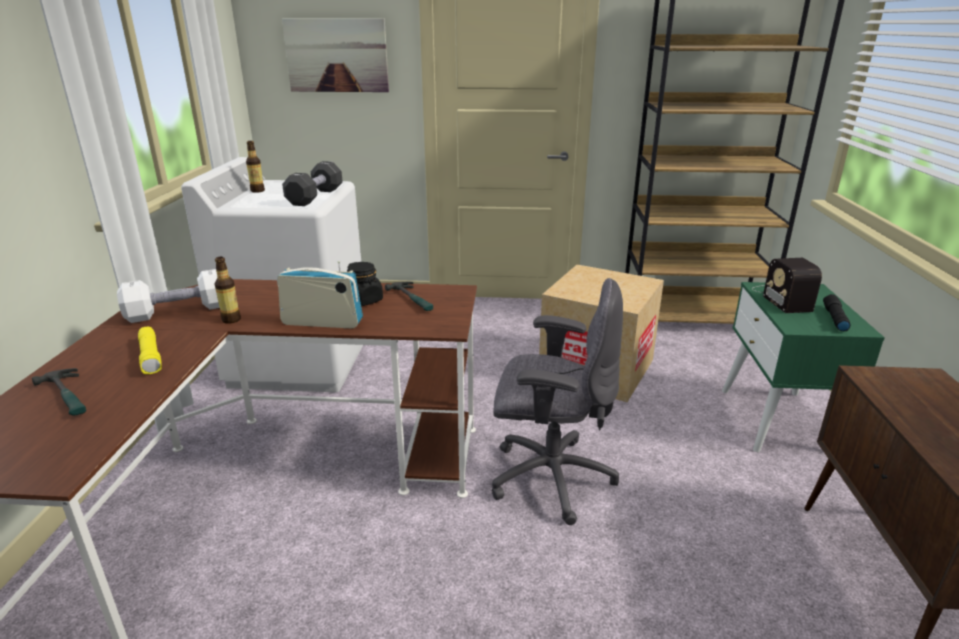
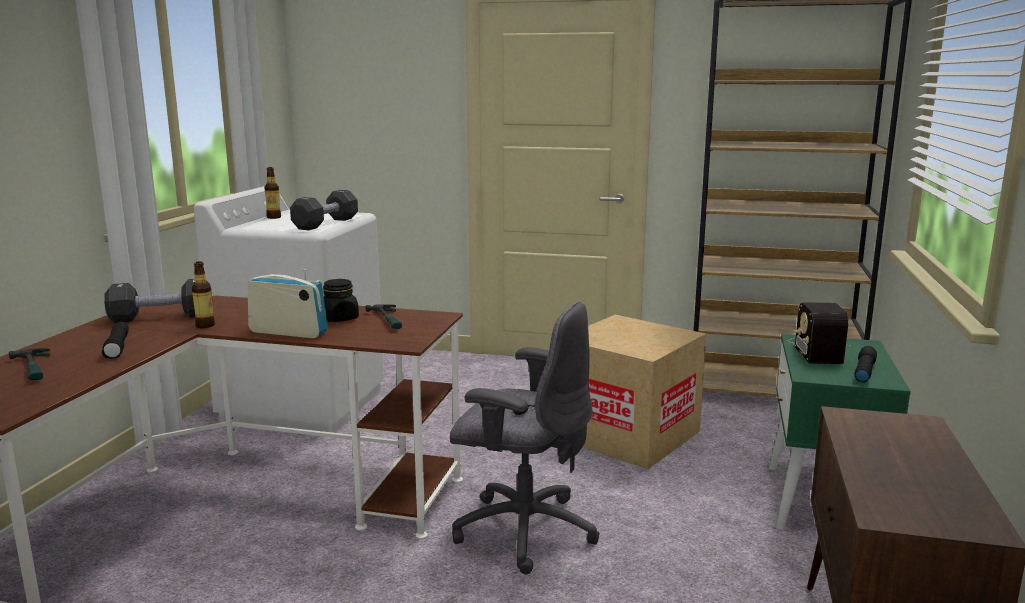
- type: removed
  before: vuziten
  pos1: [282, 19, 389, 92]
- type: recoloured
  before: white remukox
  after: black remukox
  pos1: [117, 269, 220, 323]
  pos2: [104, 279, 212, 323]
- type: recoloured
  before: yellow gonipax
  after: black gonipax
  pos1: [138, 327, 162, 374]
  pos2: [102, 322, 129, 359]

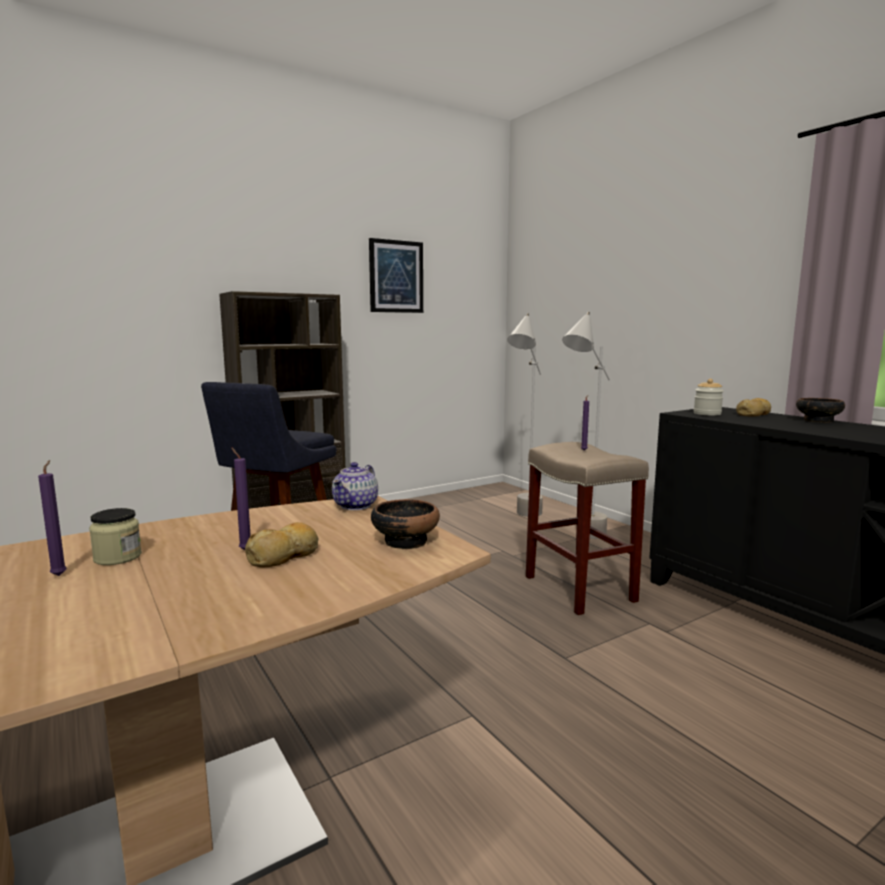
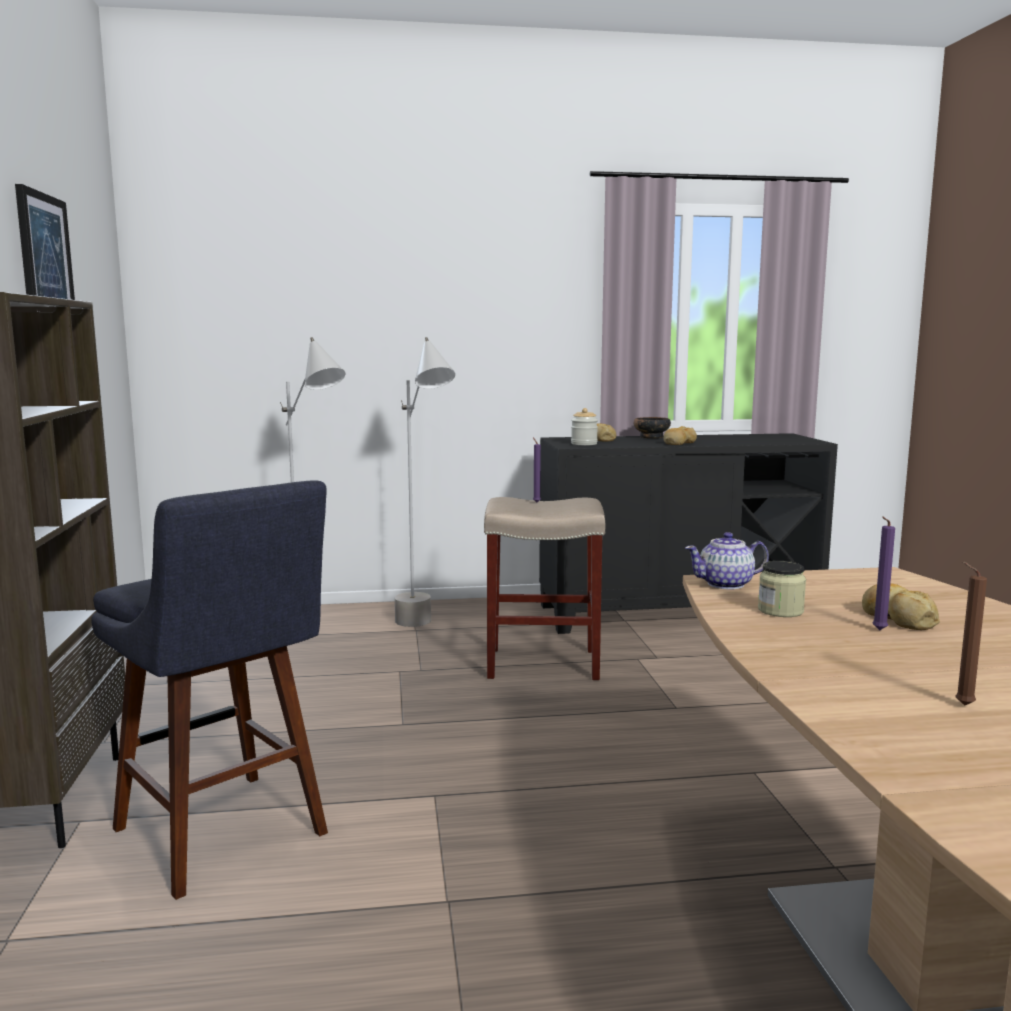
- type: recoloured
  before: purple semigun
  after: brown semigun
  pos1: [38, 460, 67, 576]
  pos2: [955, 562, 987, 706]
- type: turned
  before: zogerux
  pos1: [332, 462, 378, 510]
  pos2: [685, 532, 769, 589]
  turn: 120
- type: removed
  before: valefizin
  pos1: [371, 499, 440, 549]
- type: moved
  before: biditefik
  pos1: [89, 508, 142, 565]
  pos2: [758, 561, 806, 617]
- type: added
  after: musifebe
  pos2: [663, 426, 697, 445]

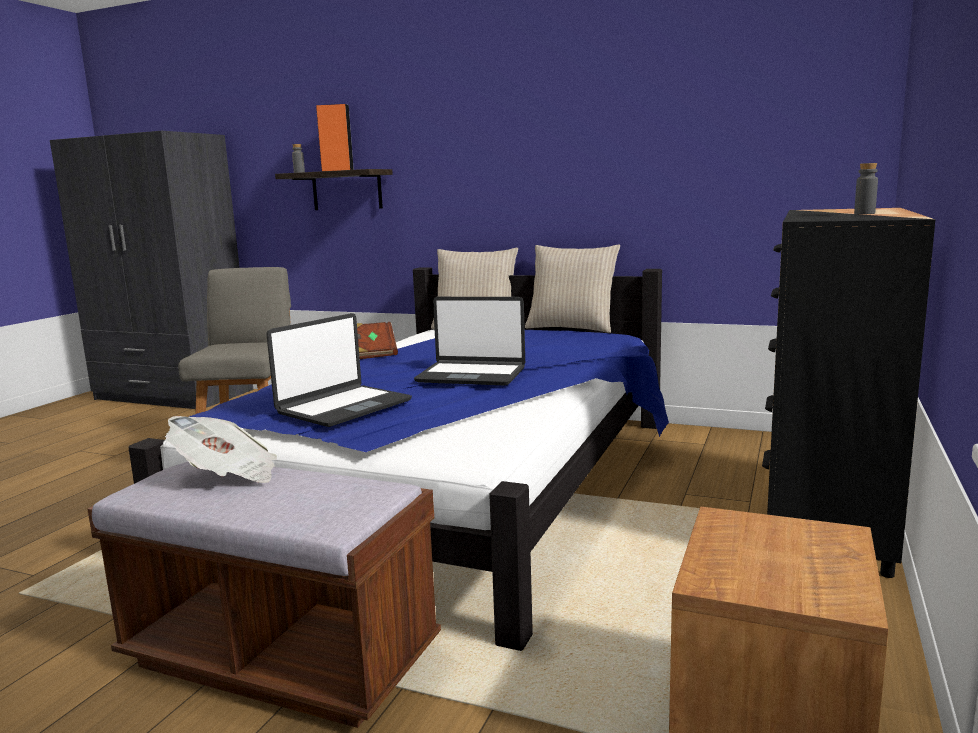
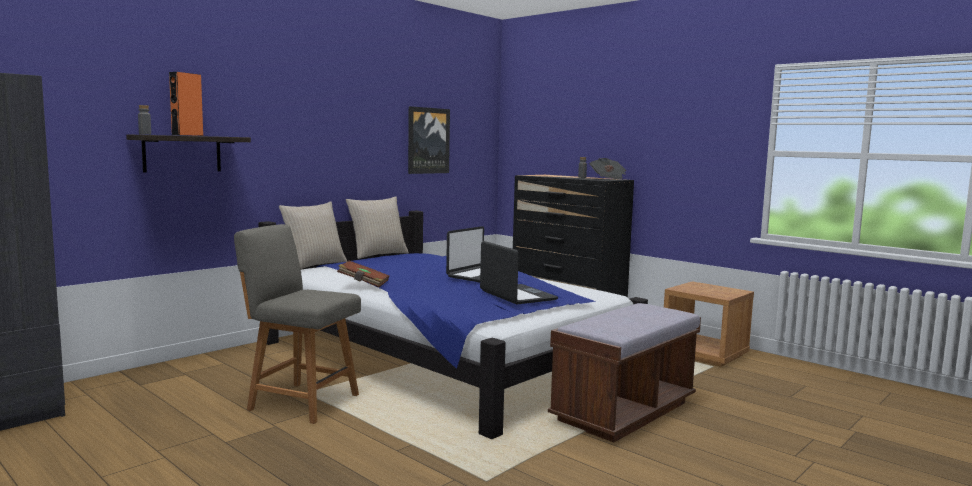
- type: moved
  before: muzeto
  pos1: [165, 416, 277, 483]
  pos2: [589, 158, 626, 179]
- type: added
  after: vuziten
  pos2: [408, 106, 450, 174]

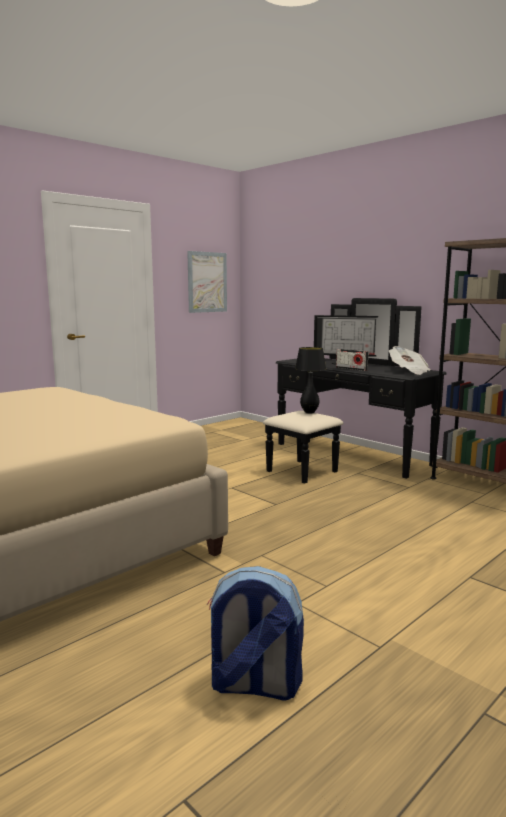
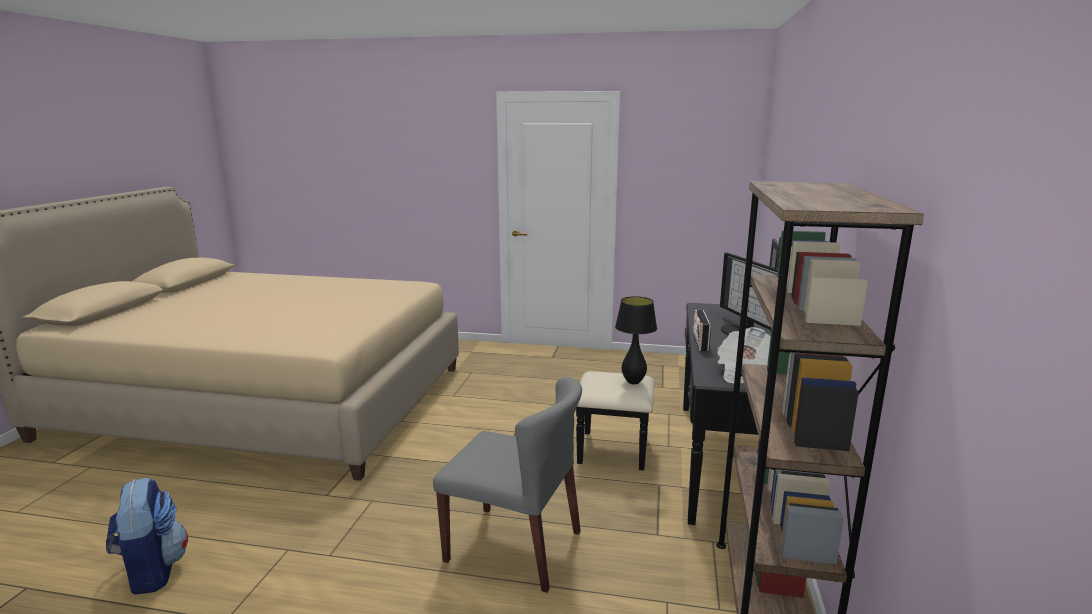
- type: removed
  before: vuziten
  pos1: [187, 251, 227, 313]
- type: added
  after: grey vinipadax
  pos2: [433, 377, 582, 593]

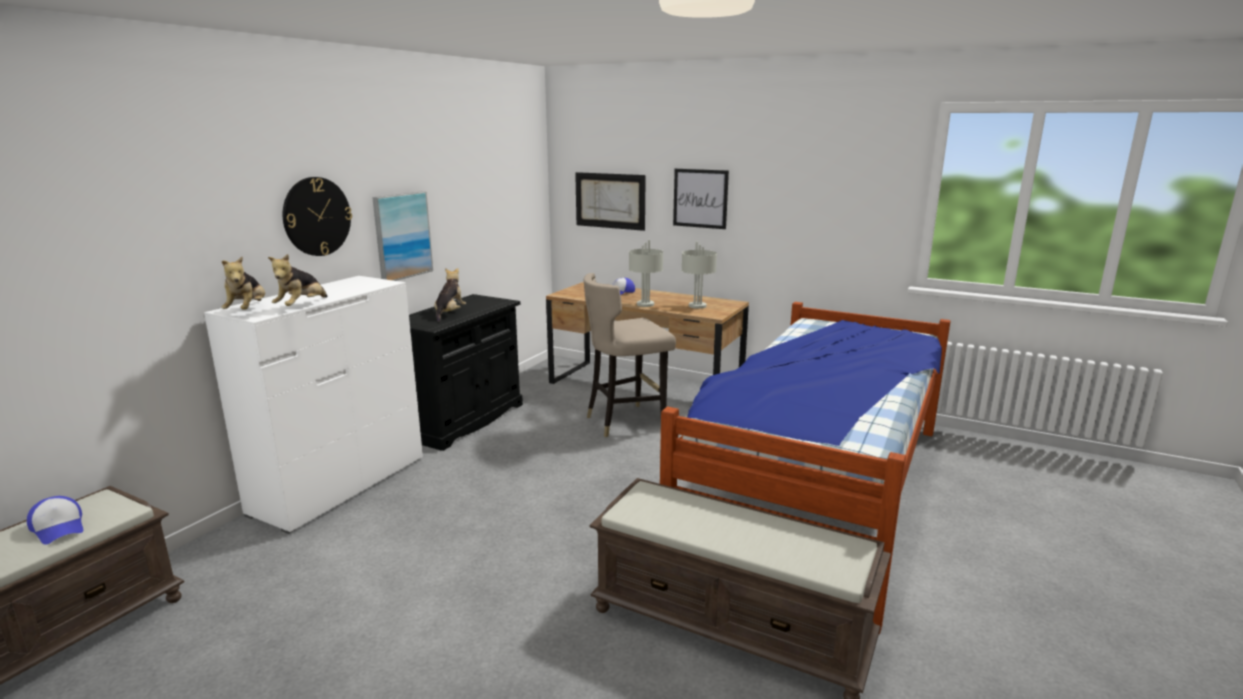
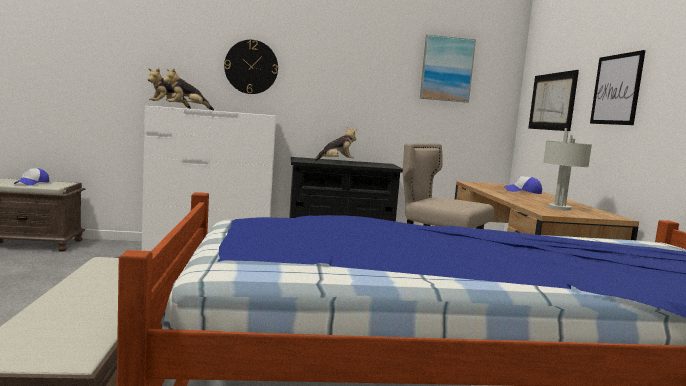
- type: moved
  before: vuziten
  pos1: [372, 191, 433, 281]
  pos2: [420, 34, 476, 103]
- type: removed
  before: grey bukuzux
  pos1: [629, 240, 663, 307]

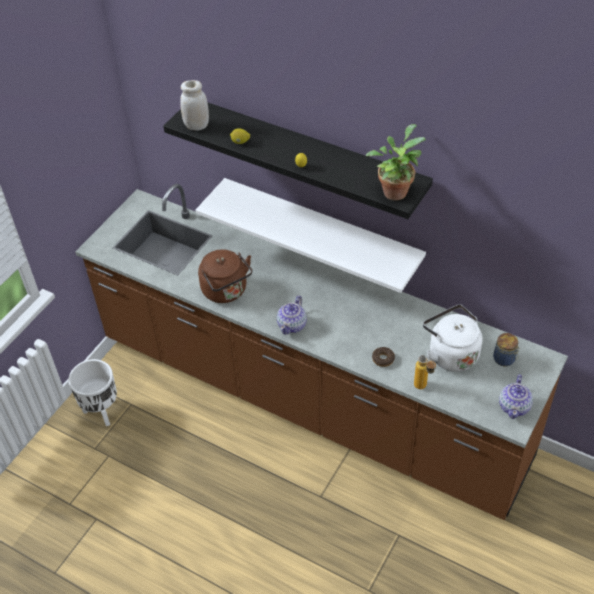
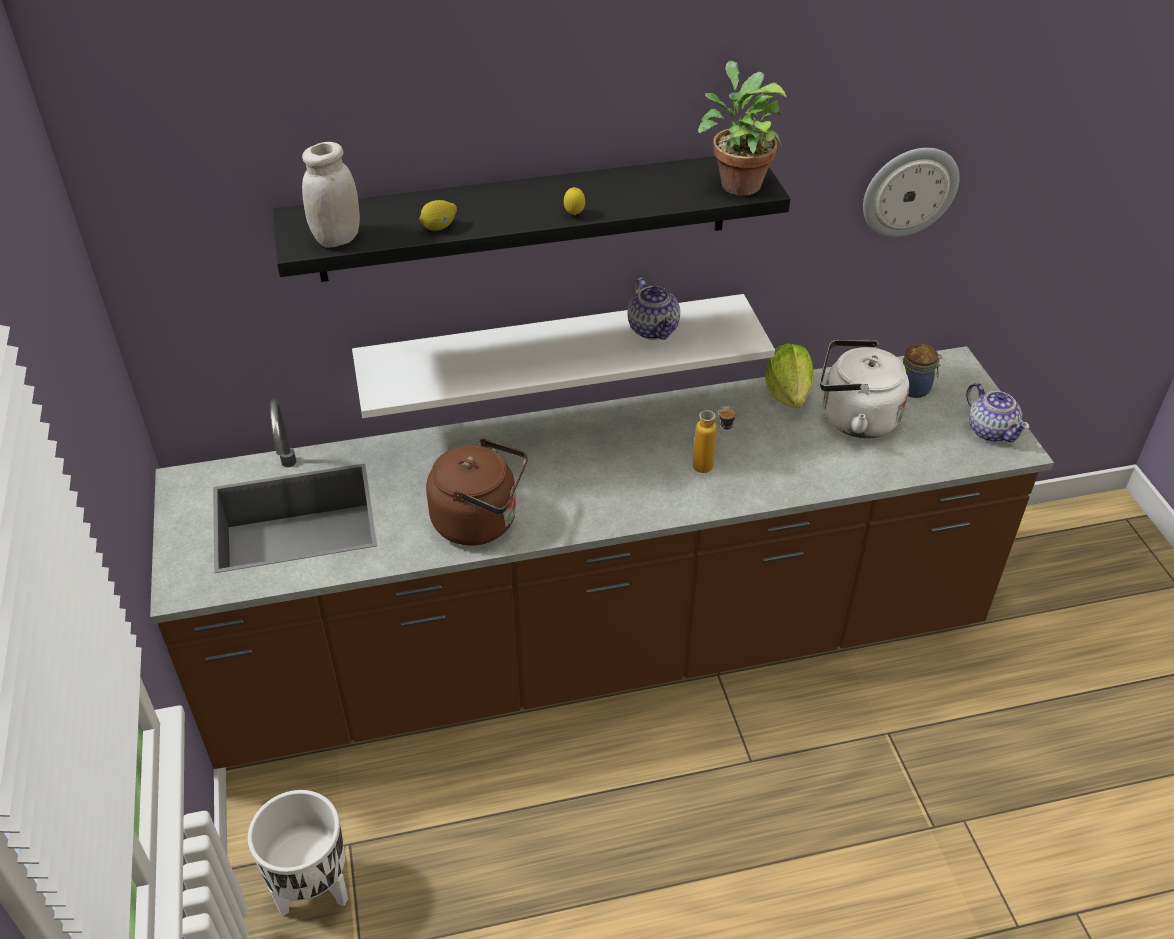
- type: moved
  before: zogerux
  pos1: [277, 296, 307, 334]
  pos2: [628, 278, 680, 340]
- type: removed
  before: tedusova
  pos1: [372, 347, 395, 367]
- type: moved
  before: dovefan
  pos1: [414, 355, 436, 389]
  pos2: [693, 406, 737, 473]
- type: added
  after: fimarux
  pos2: [863, 148, 960, 237]
- type: added
  after: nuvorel
  pos2: [765, 343, 813, 408]

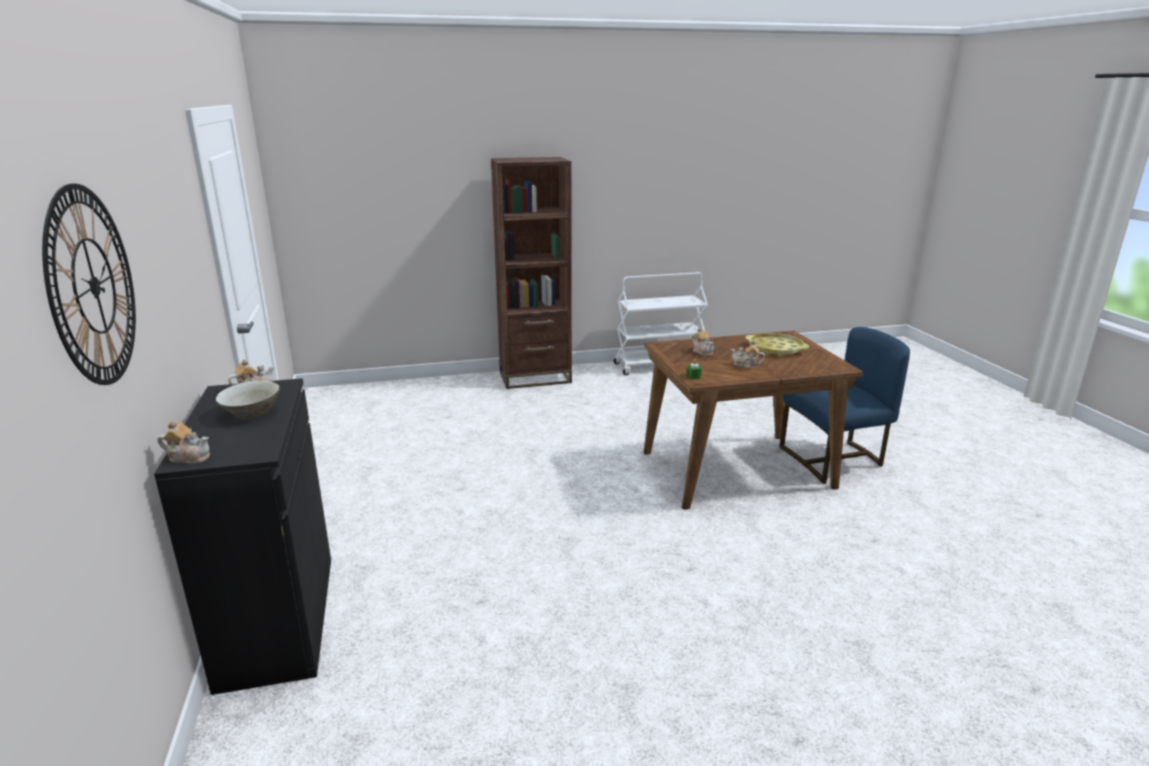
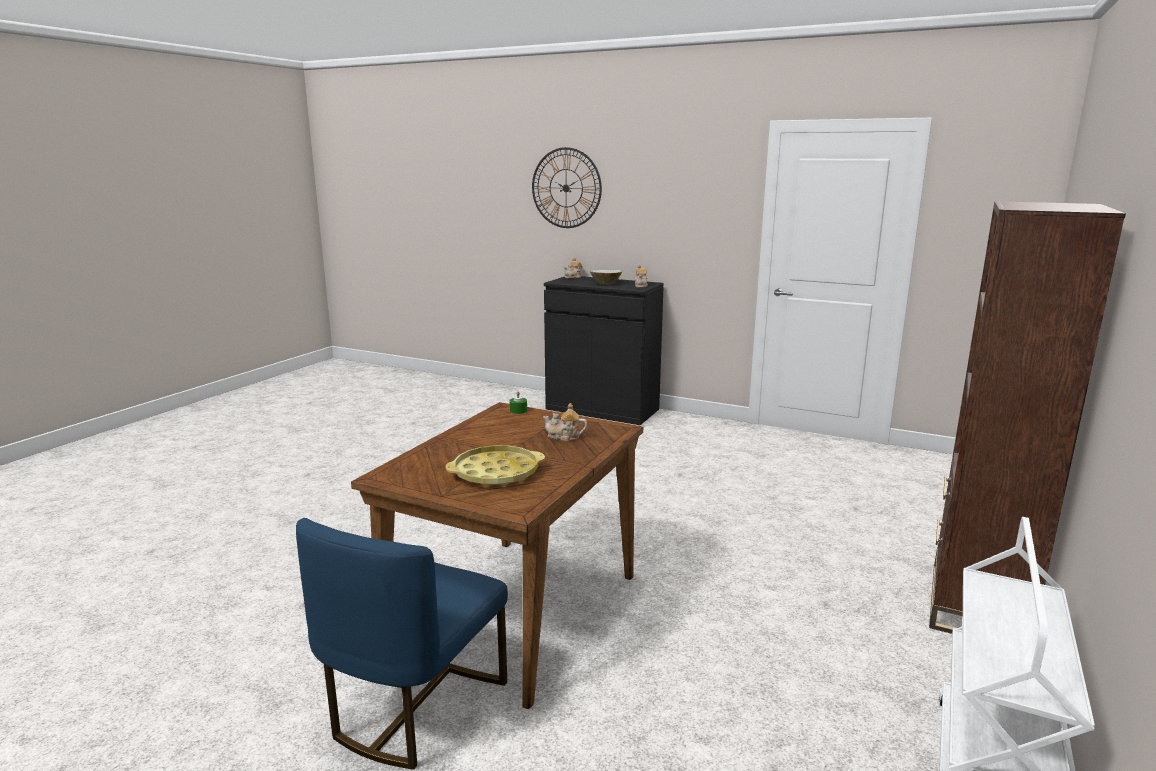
- type: removed
  before: zogerux
  pos1: [731, 340, 765, 369]

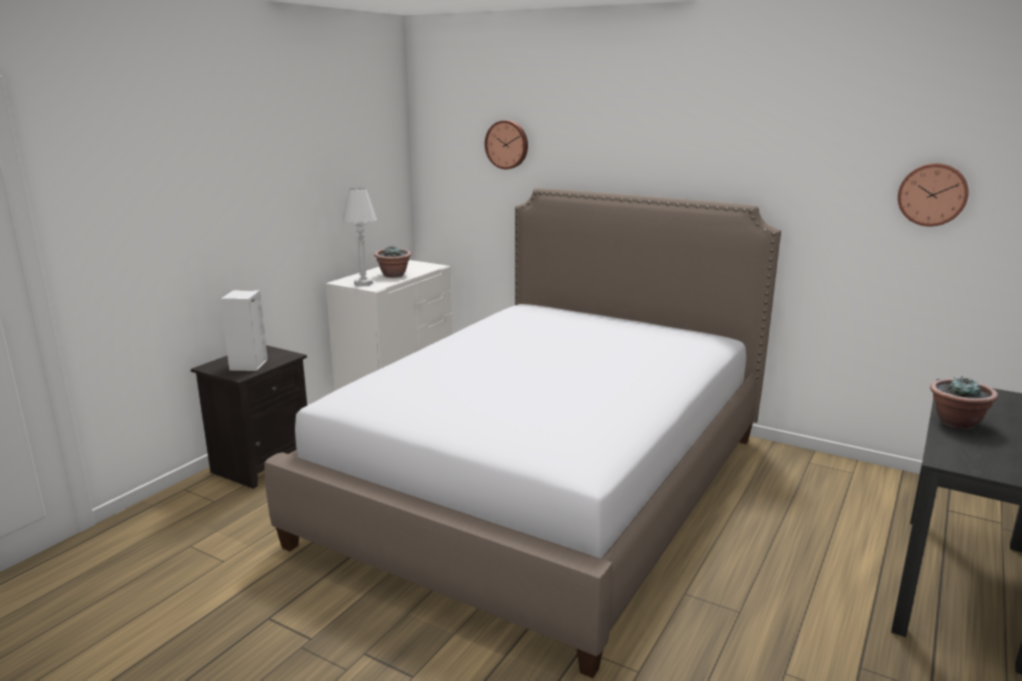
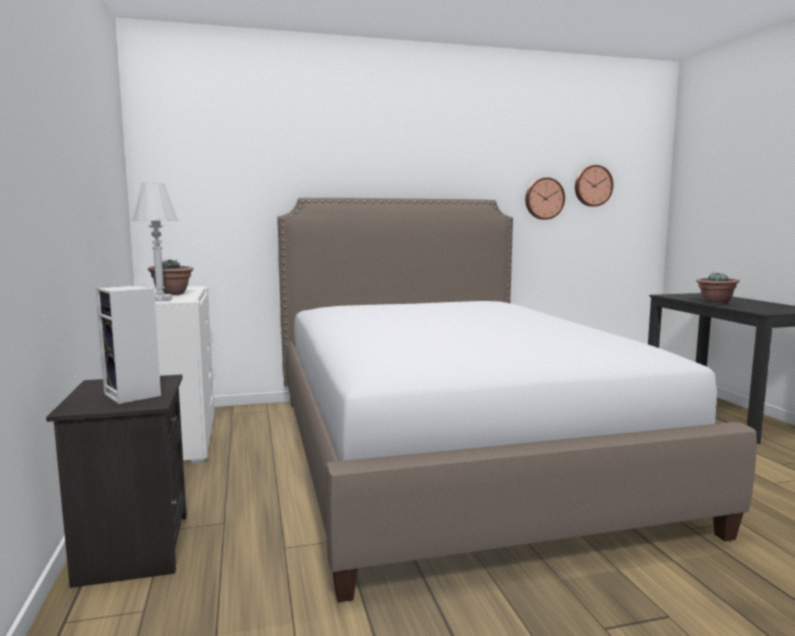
- type: moved
  before: fimarux
  pos1: [485, 120, 528, 169]
  pos2: [525, 177, 565, 220]

